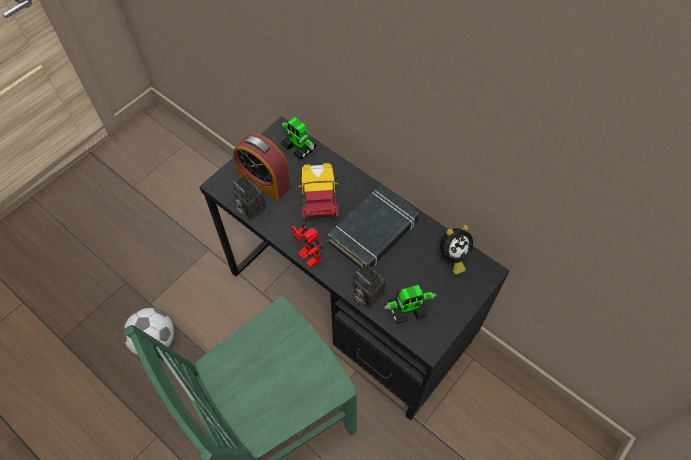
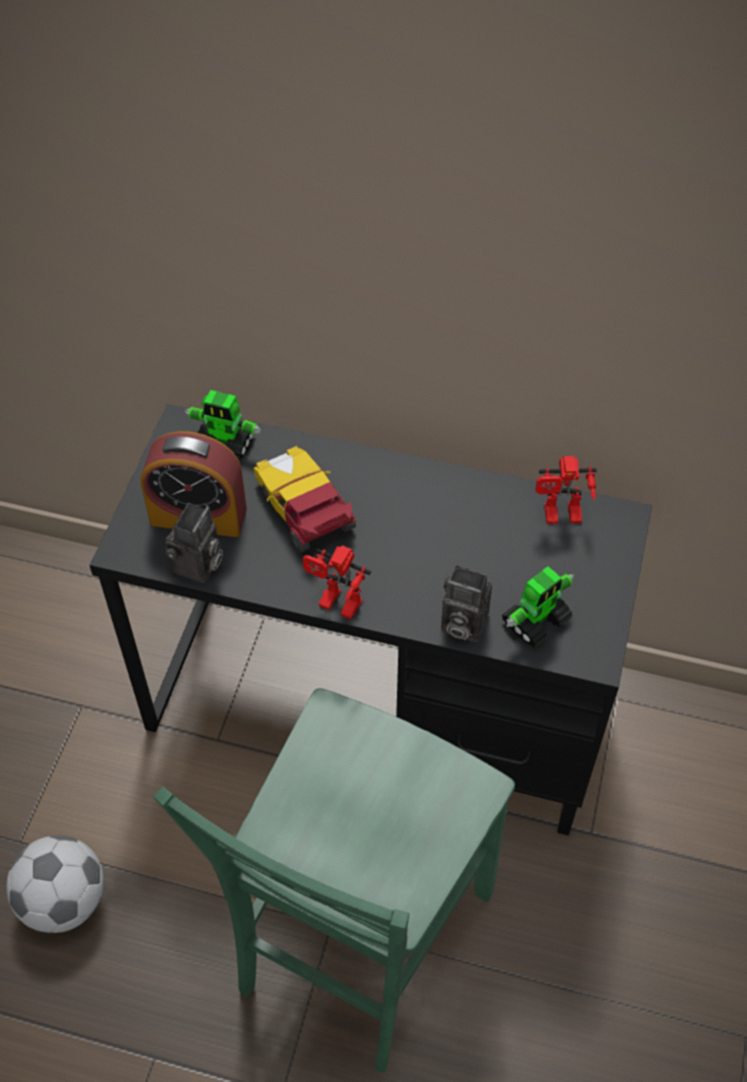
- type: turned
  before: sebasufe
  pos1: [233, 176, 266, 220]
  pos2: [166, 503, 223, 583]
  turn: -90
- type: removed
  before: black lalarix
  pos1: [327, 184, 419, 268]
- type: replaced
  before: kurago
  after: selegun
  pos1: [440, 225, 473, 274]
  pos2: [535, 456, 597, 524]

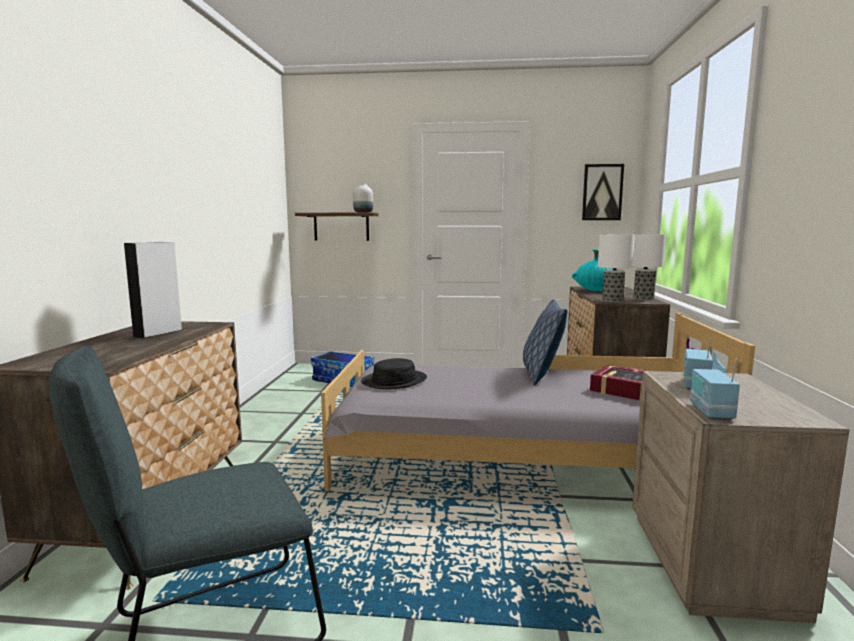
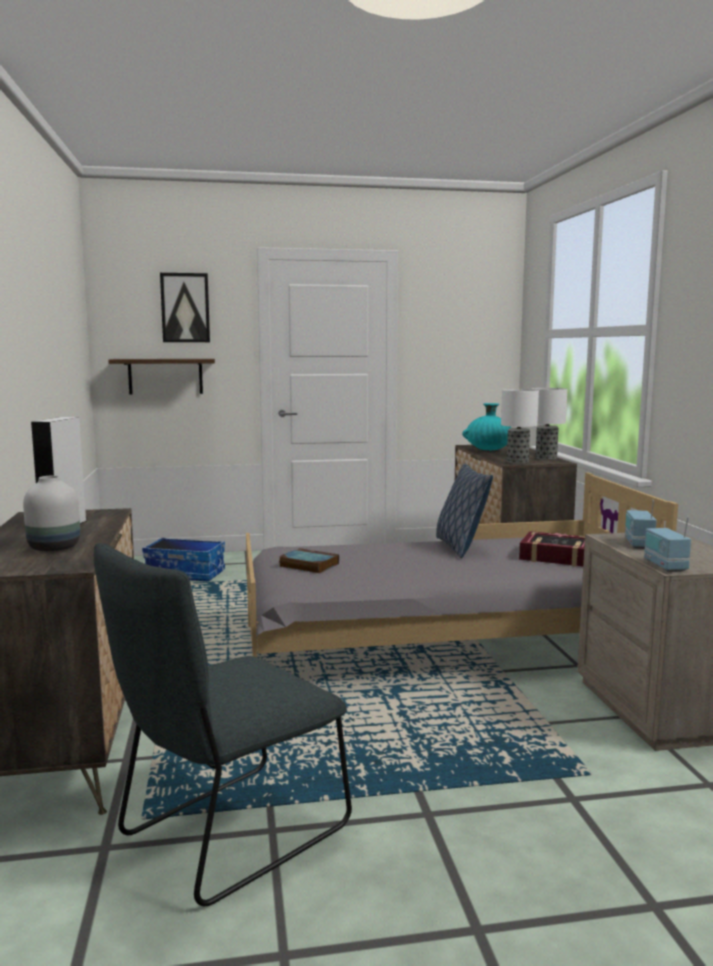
- type: moved
  before: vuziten
  pos1: [582, 164, 624, 220]
  pos2: [160, 273, 210, 342]
- type: moved
  before: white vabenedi
  pos1: [353, 183, 373, 213]
  pos2: [23, 475, 80, 551]
- type: replaced
  before: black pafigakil
  after: lalarix
  pos1: [361, 358, 427, 389]
  pos2: [279, 548, 339, 573]

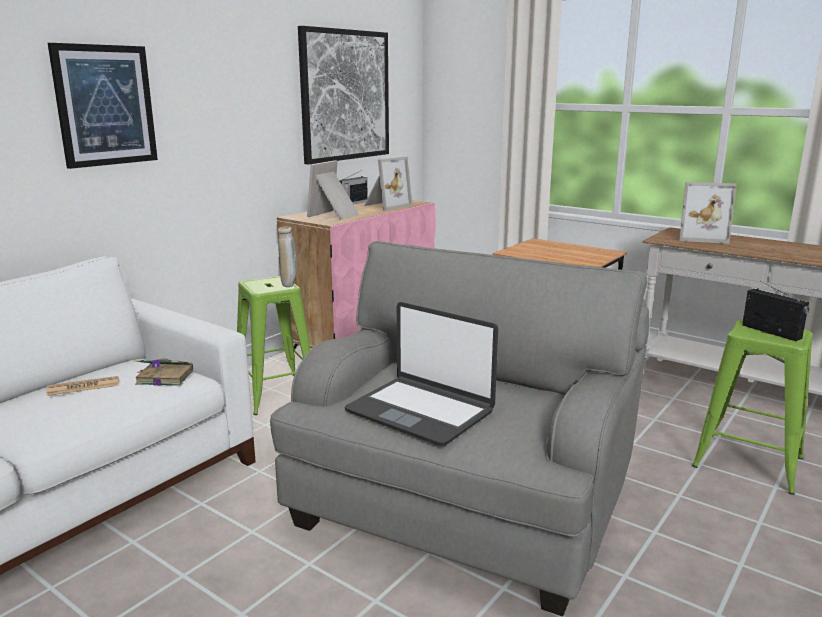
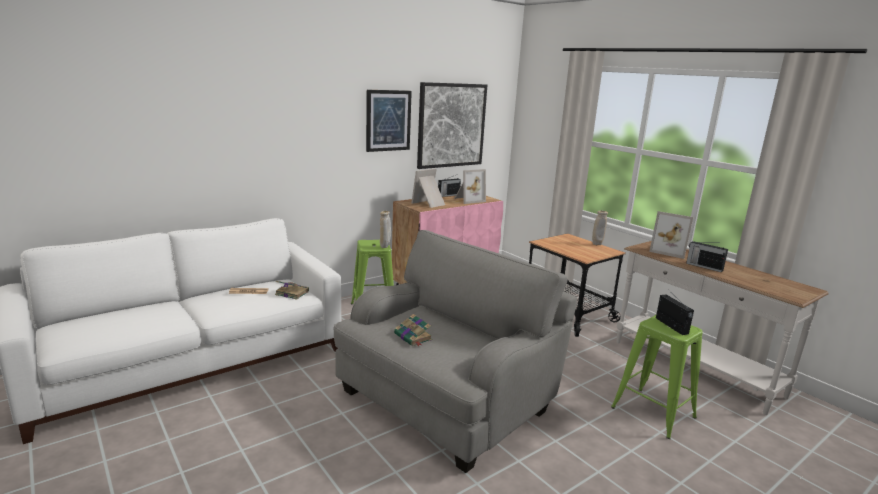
- type: moved
  before: vuziten
  pos1: [48, 43, 158, 169]
  pos2: [366, 90, 412, 152]
- type: replaced
  before: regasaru
  after: lalarix
  pos1: [345, 302, 498, 446]
  pos2: [394, 314, 432, 346]
- type: added
  after: beige vabenedi
  pos2: [592, 211, 608, 245]
- type: added
  after: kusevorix
  pos2: [686, 241, 728, 272]

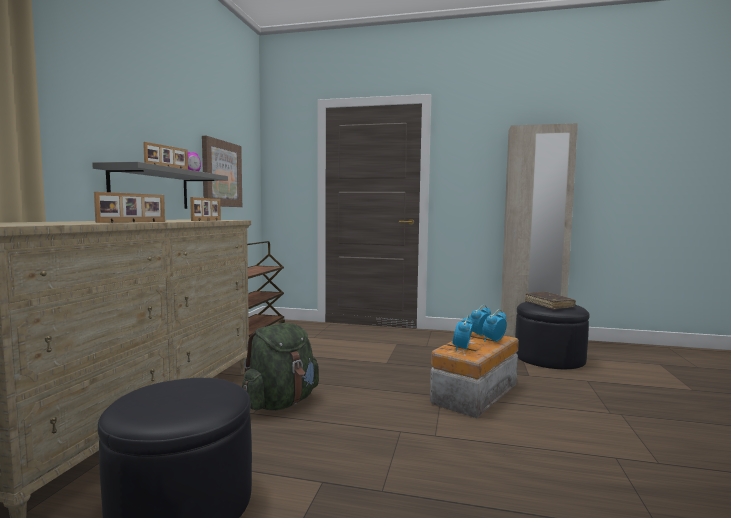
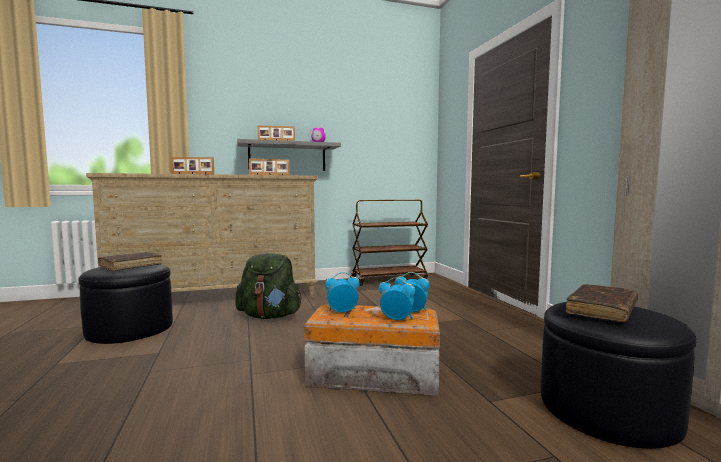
- type: removed
  before: vuziten
  pos1: [202, 136, 242, 207]
- type: added
  after: brown lalarix
  pos2: [98, 252, 162, 271]

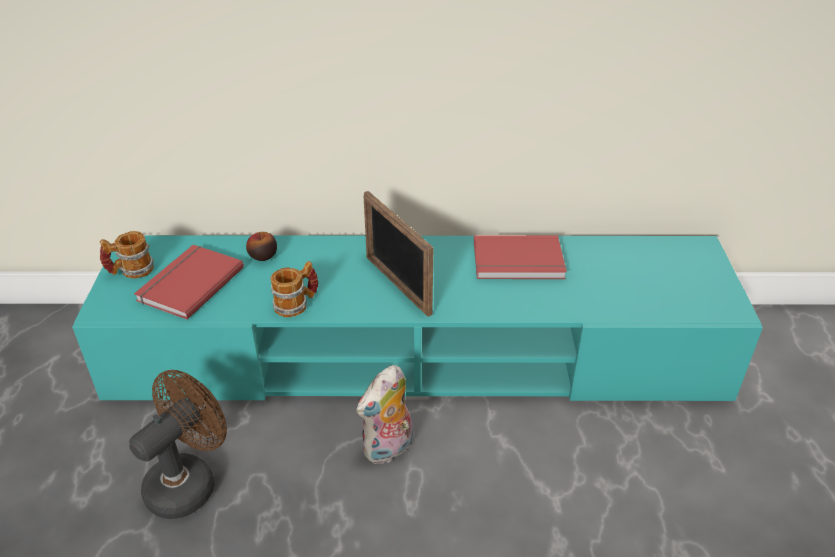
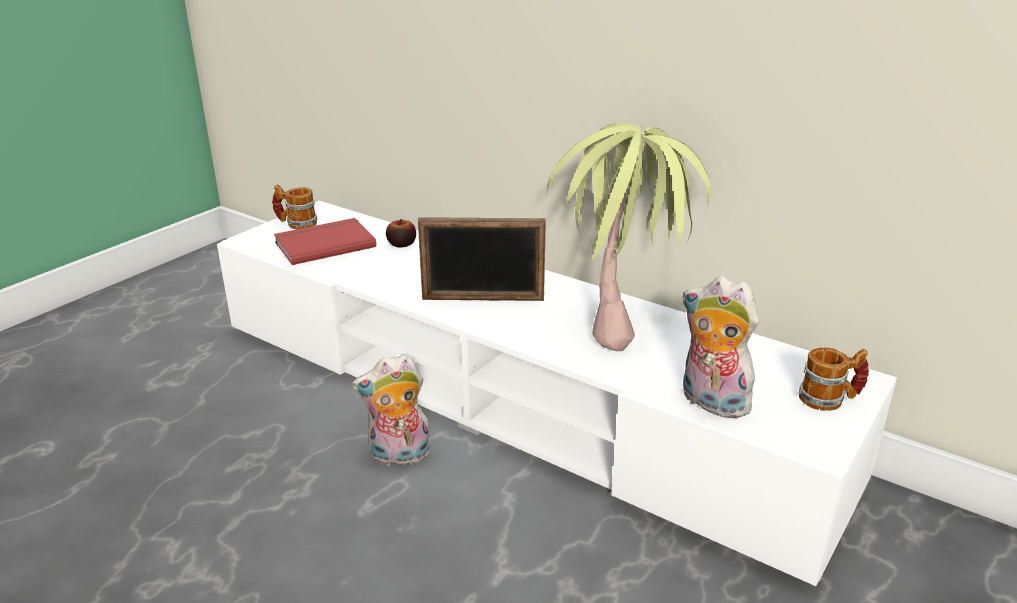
- type: turned
  before: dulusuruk
  pos1: [364, 191, 433, 317]
  pos2: [418, 217, 546, 301]
  turn: -90
- type: recoloured
  before: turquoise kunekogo
  after: white kunekogo
  pos1: [72, 235, 763, 401]
  pos2: [217, 201, 897, 586]
- type: replaced
  before: red lalarix
  after: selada
  pos1: [474, 235, 567, 279]
  pos2: [547, 123, 711, 351]
- type: moved
  before: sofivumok
  pos1: [270, 261, 319, 317]
  pos2: [799, 348, 869, 411]
- type: removed
  before: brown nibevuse
  pos1: [129, 370, 227, 519]
- type: added
  after: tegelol
  pos2: [681, 276, 759, 418]

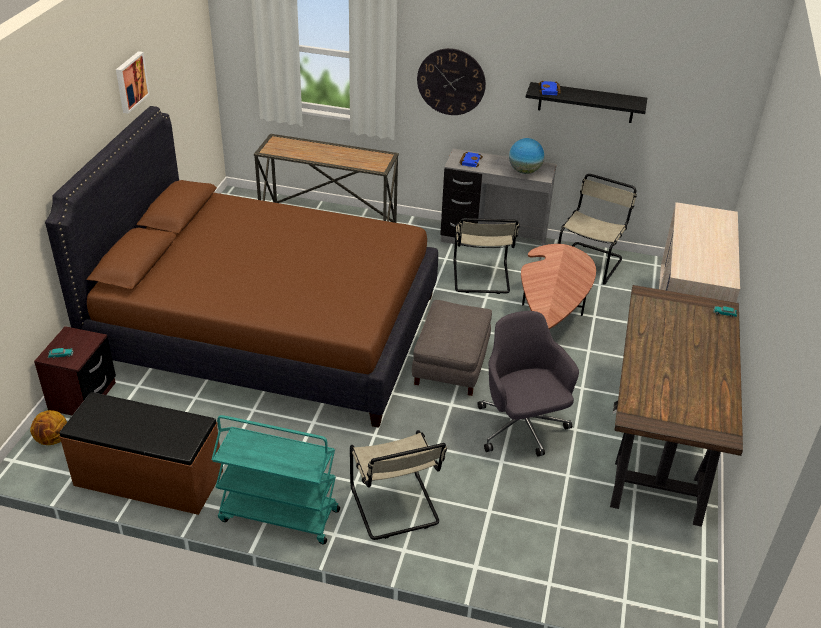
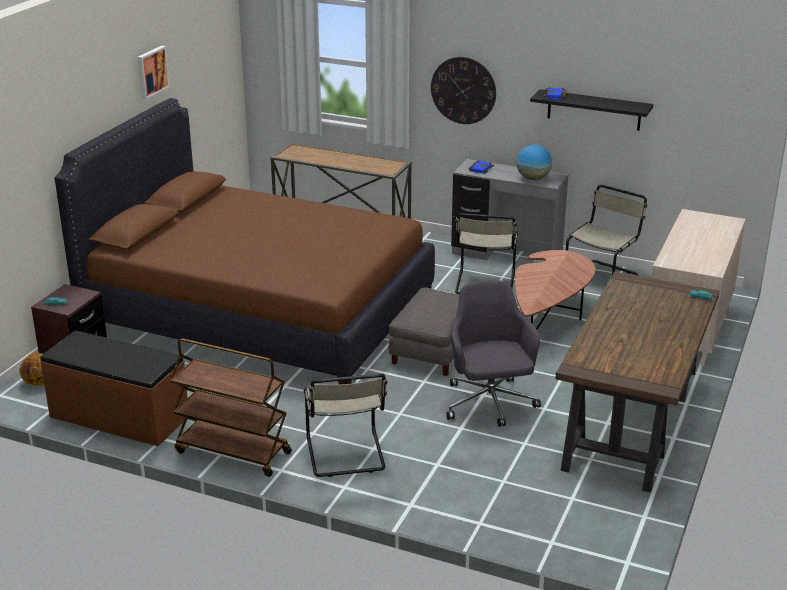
- type: recoloured
  before: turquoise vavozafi
  after: brown vavozafi
  pos1: [212, 415, 340, 544]
  pos2: [169, 338, 292, 477]

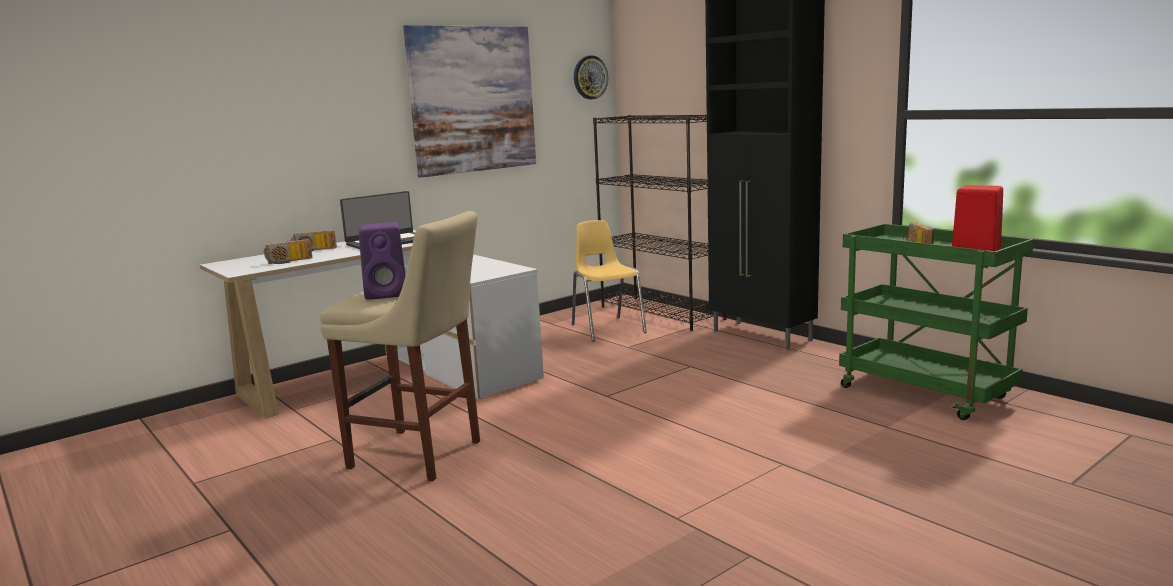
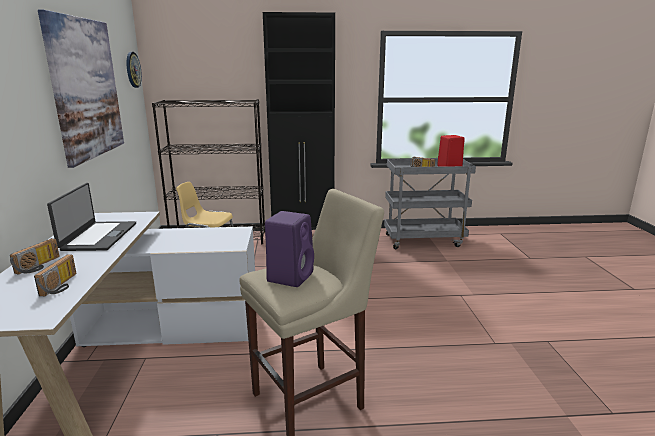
- type: recoloured
  before: green vavozafi
  after: grey vavozafi
  pos1: [839, 224, 1034, 420]
  pos2: [384, 159, 476, 249]

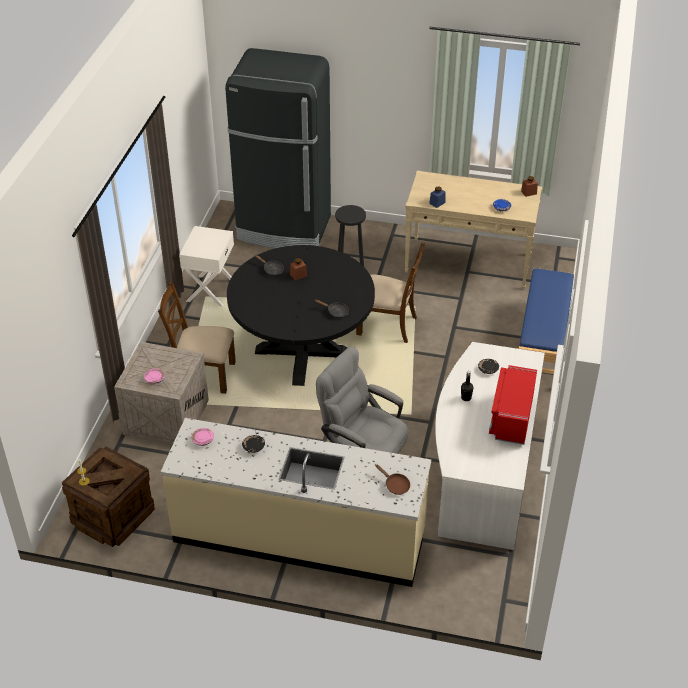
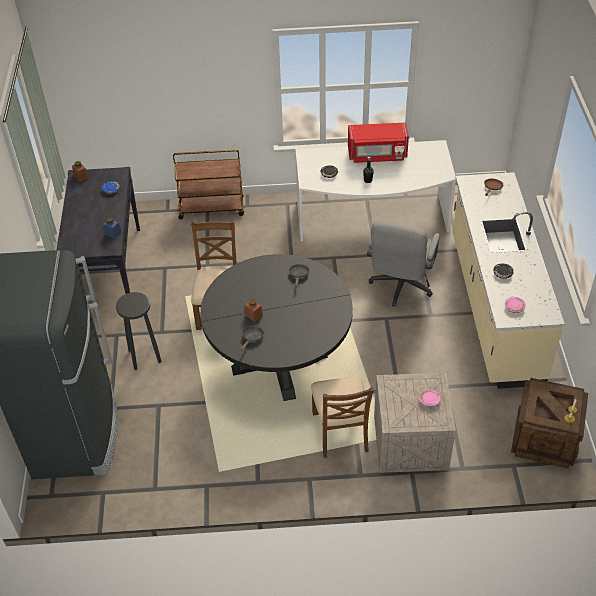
- type: recoloured
  before: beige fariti
  after: black fariti
  pos1: [404, 170, 542, 289]
  pos2: [57, 167, 140, 294]
- type: removed
  before: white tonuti
  pos1: [179, 226, 234, 307]
- type: replaced
  before: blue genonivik
  after: brown vavozafi
  pos1: [519, 268, 574, 374]
  pos2: [173, 150, 244, 219]

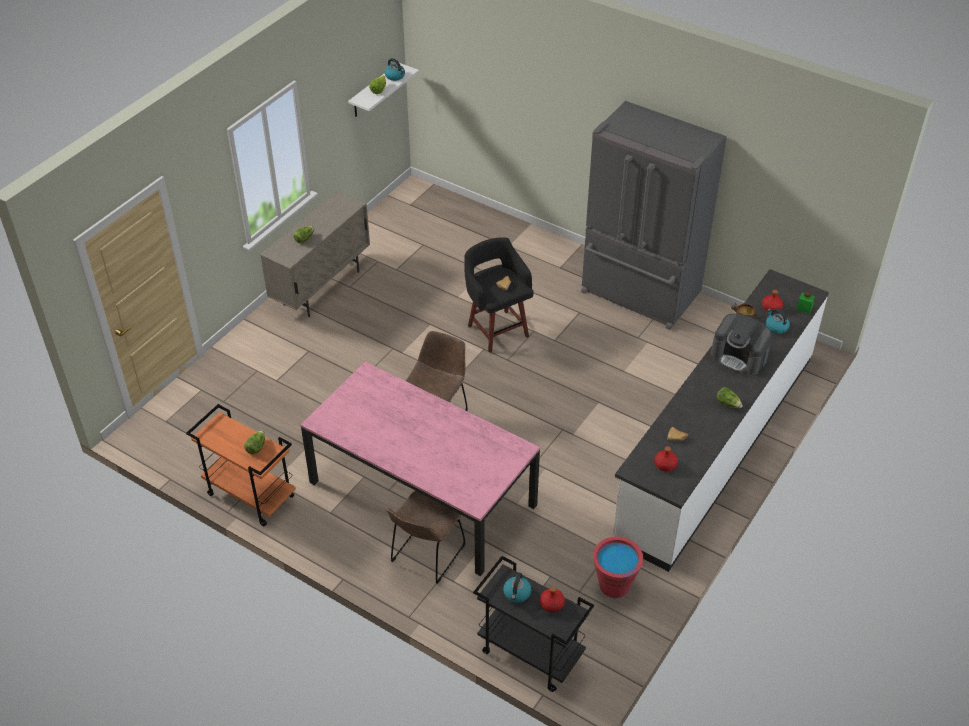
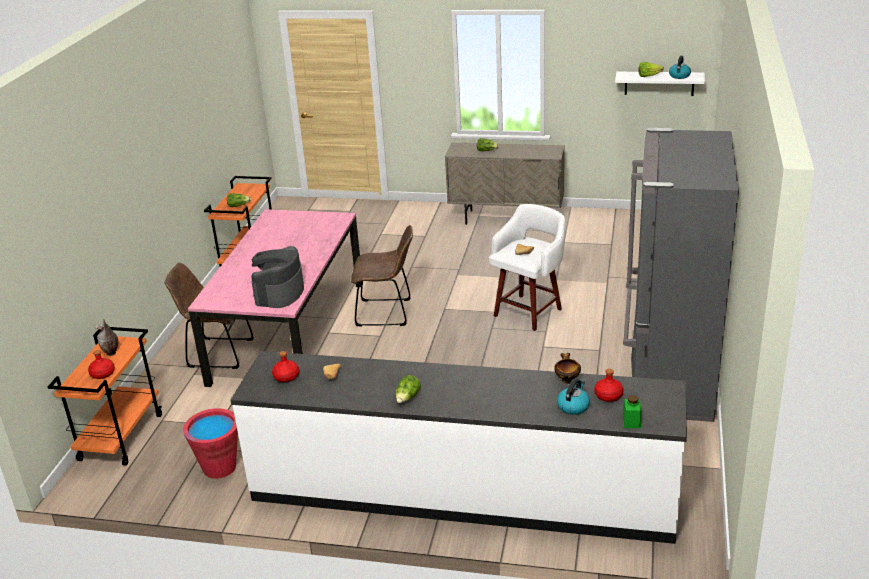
- type: recoloured
  before: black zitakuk
  after: white zitakuk
  pos1: [464, 237, 534, 353]
  pos2: [489, 204, 565, 331]
- type: moved
  before: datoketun
  pos1: [711, 314, 772, 375]
  pos2: [251, 246, 304, 308]
- type: recoloured
  before: black vavozafi
  after: orange vavozafi
  pos1: [473, 556, 594, 692]
  pos2: [48, 327, 162, 466]
- type: replaced
  before: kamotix
  after: vabenedi
  pos1: [503, 573, 531, 603]
  pos2: [95, 319, 118, 356]

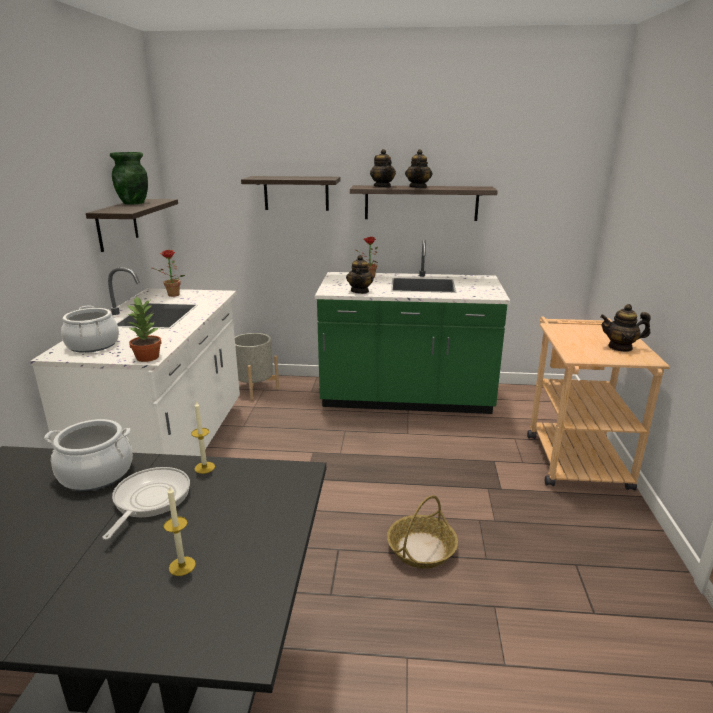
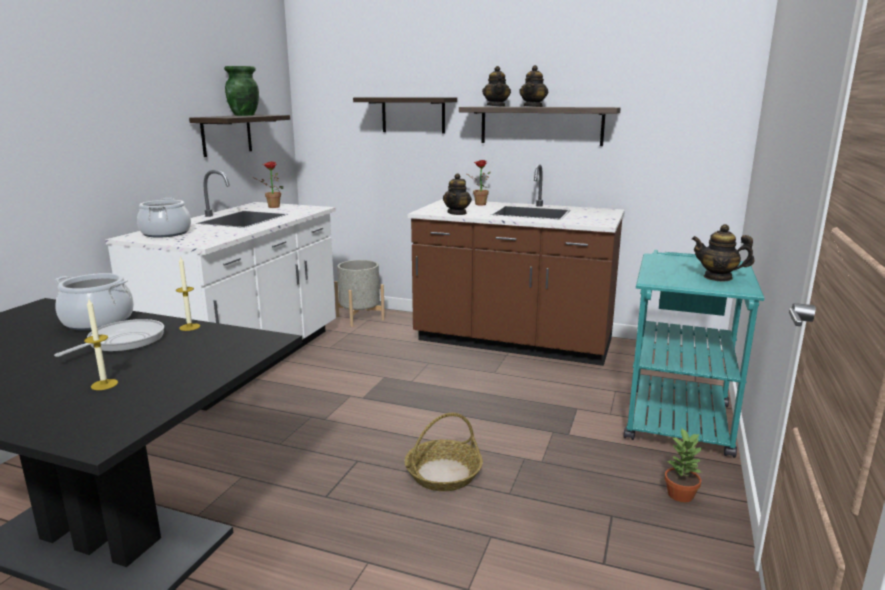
- type: recoloured
  before: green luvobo
  after: brown luvobo
  pos1: [315, 240, 510, 414]
  pos2: [408, 164, 625, 366]
- type: moved
  before: selada
  pos1: [127, 297, 162, 362]
  pos2: [664, 429, 702, 502]
- type: recoloured
  before: beige vavozafi
  after: turquoise vavozafi
  pos1: [527, 316, 670, 490]
  pos2: [624, 250, 764, 458]

